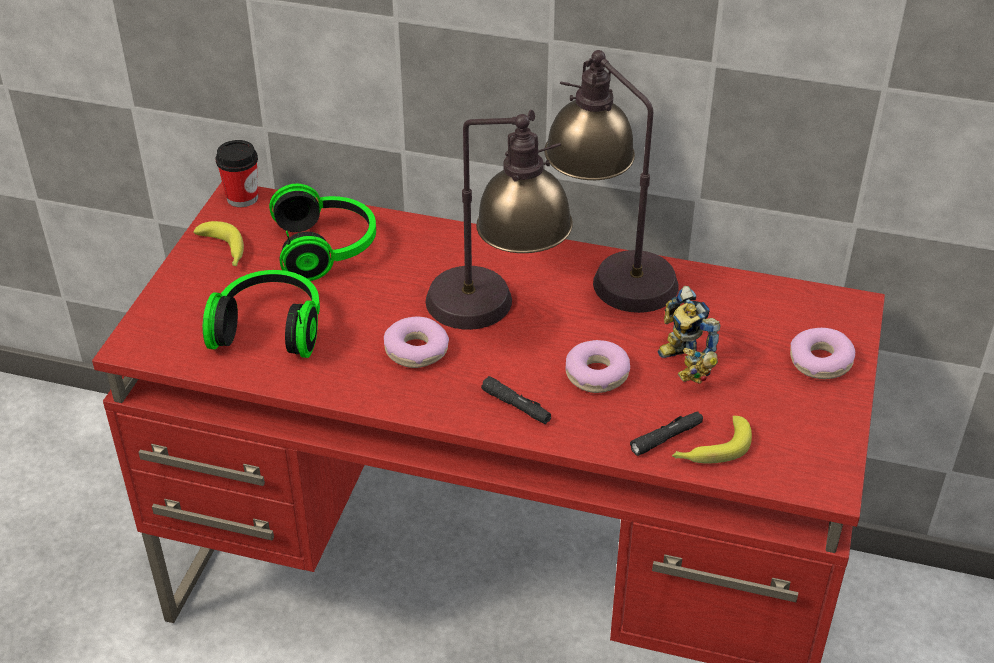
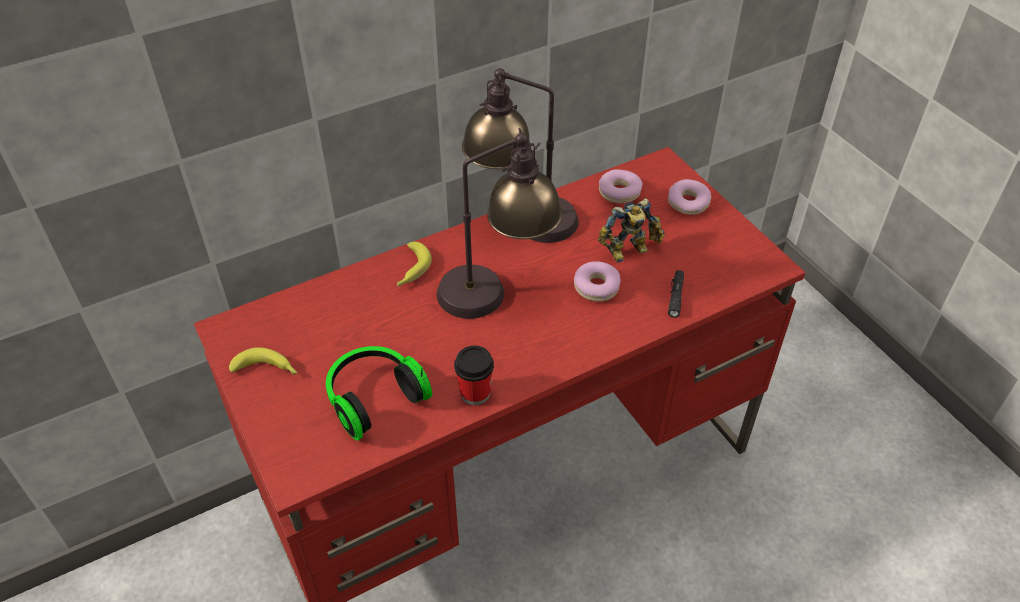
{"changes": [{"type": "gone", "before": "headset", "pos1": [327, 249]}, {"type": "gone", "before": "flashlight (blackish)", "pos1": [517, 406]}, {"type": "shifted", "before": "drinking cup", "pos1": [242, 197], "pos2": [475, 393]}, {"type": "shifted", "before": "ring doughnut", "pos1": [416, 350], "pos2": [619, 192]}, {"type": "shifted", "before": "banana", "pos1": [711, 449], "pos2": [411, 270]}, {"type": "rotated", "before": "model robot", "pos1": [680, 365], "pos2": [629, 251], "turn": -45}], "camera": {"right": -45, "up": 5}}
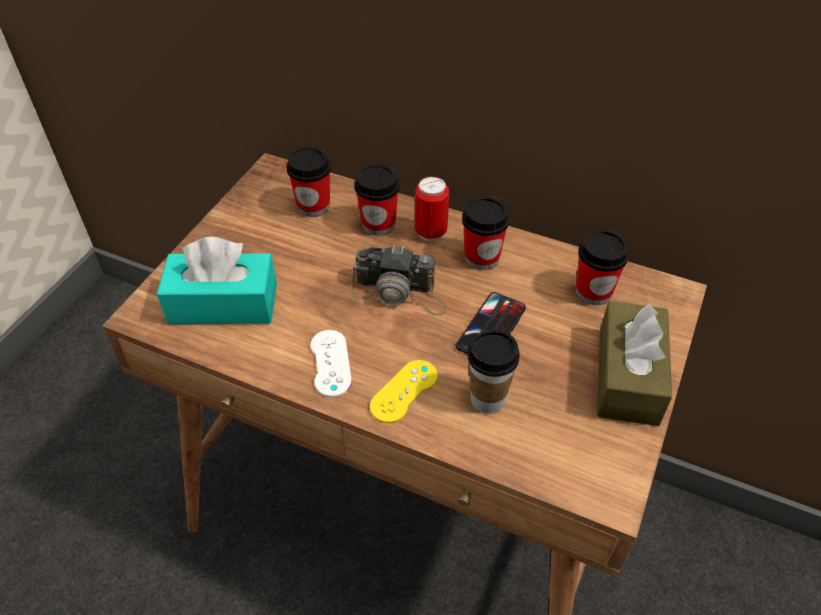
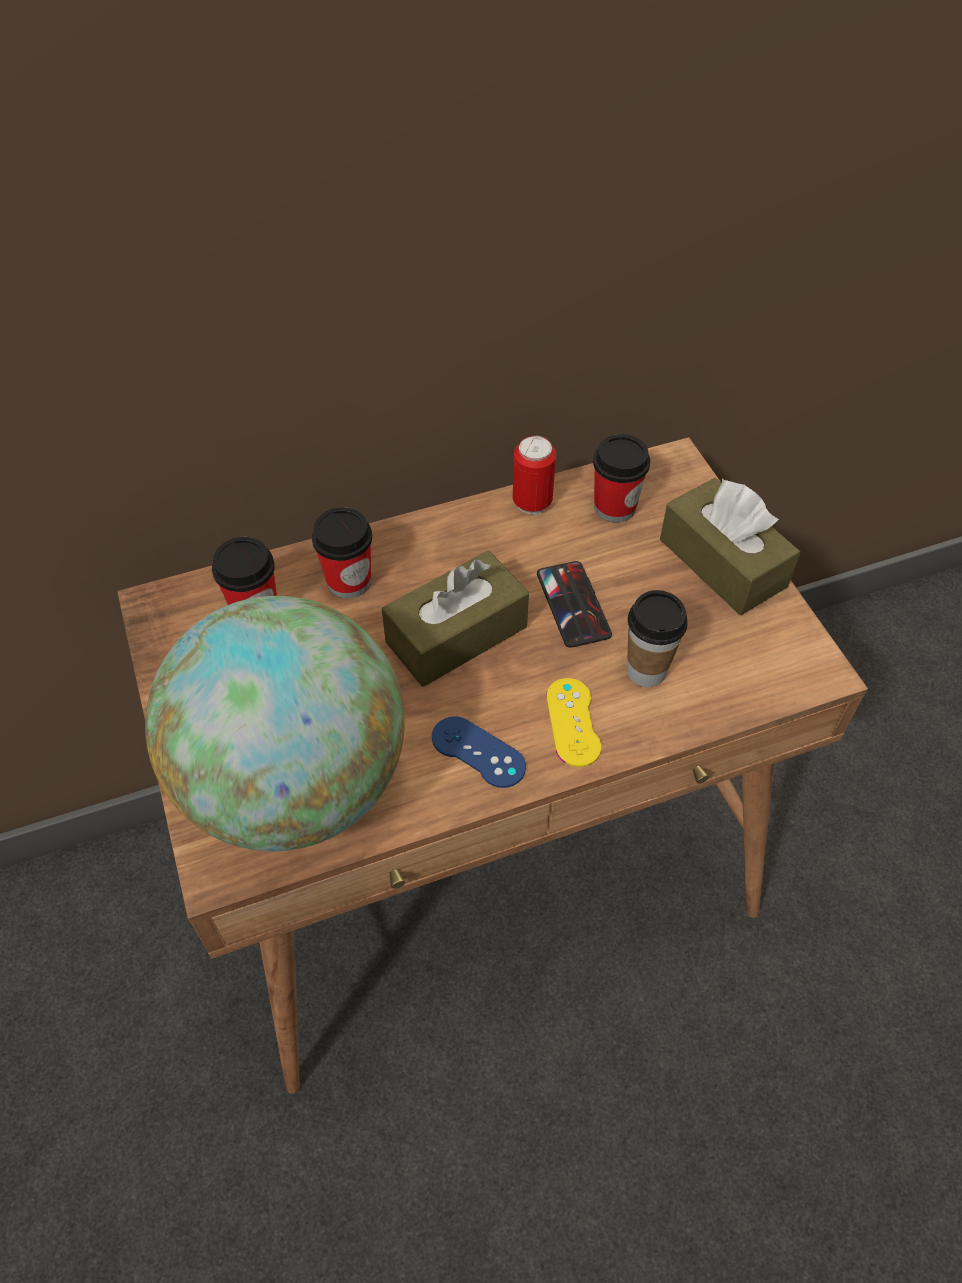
{"changes": [{"type": "gone", "before": "drinking cup", "pos1": [482, 257]}, {"type": "shifted", "before": "can", "pos1": [431, 232], "pos2": [532, 503]}, {"type": "swapped", "before": "tissue holder (turquoise)", "after": "globe", "pos1": [223, 303], "pos2": [295, 784]}, {"type": "swapped", "before": "photo camera", "after": "tissue holder (brownish)", "pos1": [400, 293], "pos2": [456, 634]}, {"type": "repainted", "before": "joypad (whitish)", "after": "joypad (blue-coloured)", "pos1": [330, 363], "pos2": [478, 752]}], "camera": {"right": -45, "up": 5}}
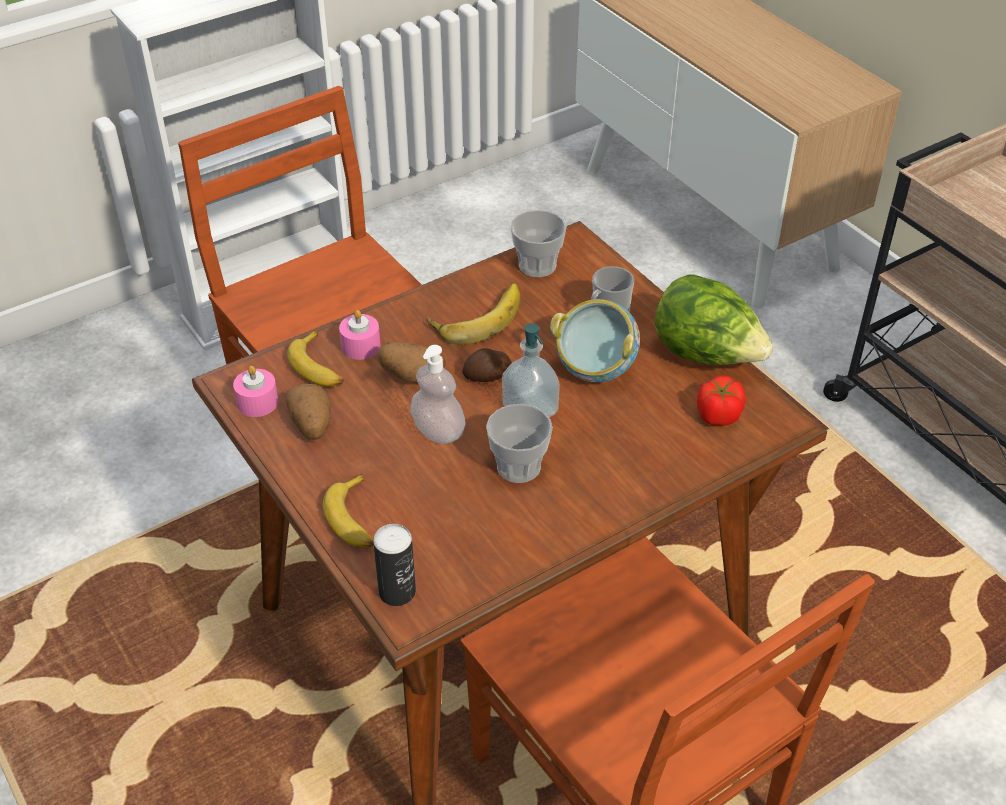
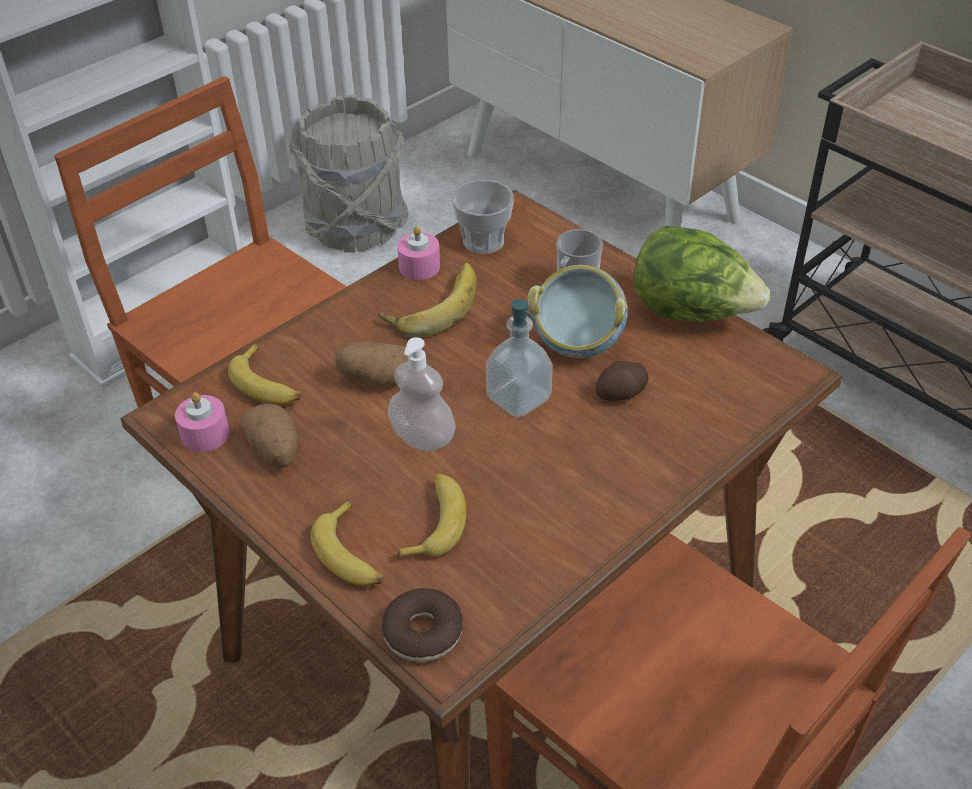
{"changes": [{"type": "gone", "before": "drinking cup", "pos1": [518, 467]}, {"type": "gone", "before": "whole tomato", "pos1": [718, 415]}, {"type": "new", "after": "pail (gray)", "pos2": [355, 227]}, {"type": "new", "after": "banana", "pos2": [434, 522]}, {"type": "shifted", "before": "candle (pink)", "pos1": [361, 346], "pos2": [419, 266]}, {"type": "shifted", "before": "spud", "pos1": [488, 377], "pos2": [622, 393]}, {"type": "swapped", "before": "can", "after": "ring doughnut", "pos1": [397, 592], "pos2": [423, 632]}], "camera": {"right": -10, "up": 0}}
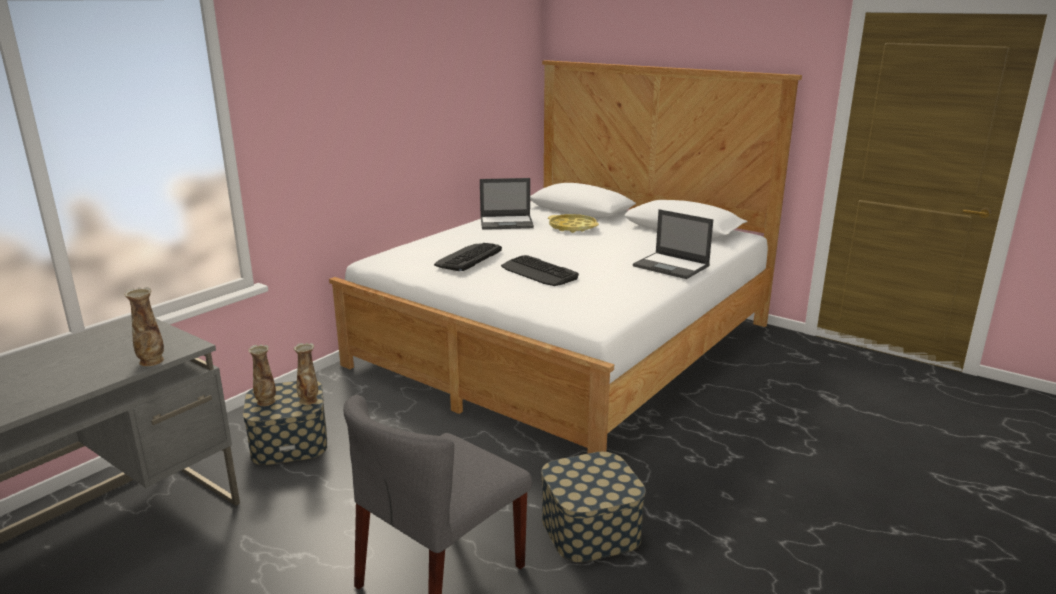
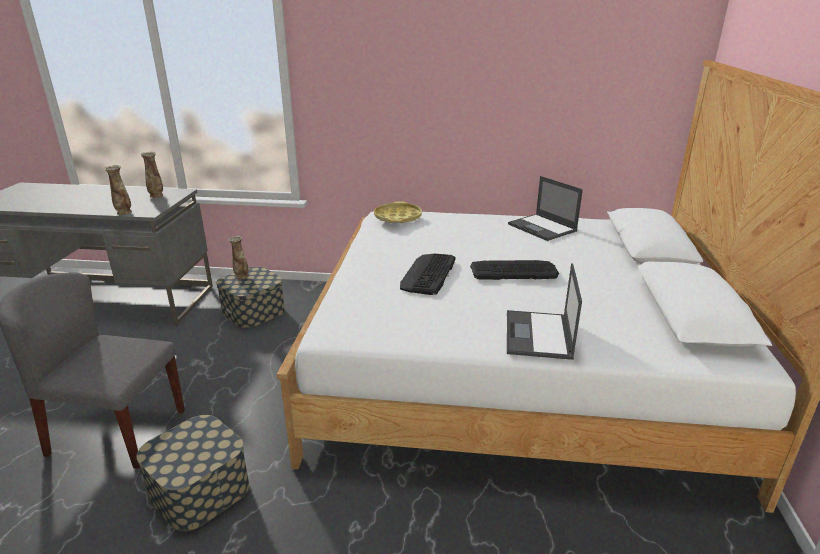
{"changes": [{"type": "shifted", "before": "flower vase", "pos1": [309, 400], "pos2": [156, 196]}, {"type": "shifted", "before": "keyboard", "pos1": [468, 257], "pos2": [513, 270]}, {"type": "shifted", "before": "tray (yellow-coloured)", "pos1": [572, 227], "pos2": [397, 217]}], "camera": {"right": 60, "up": 5}}
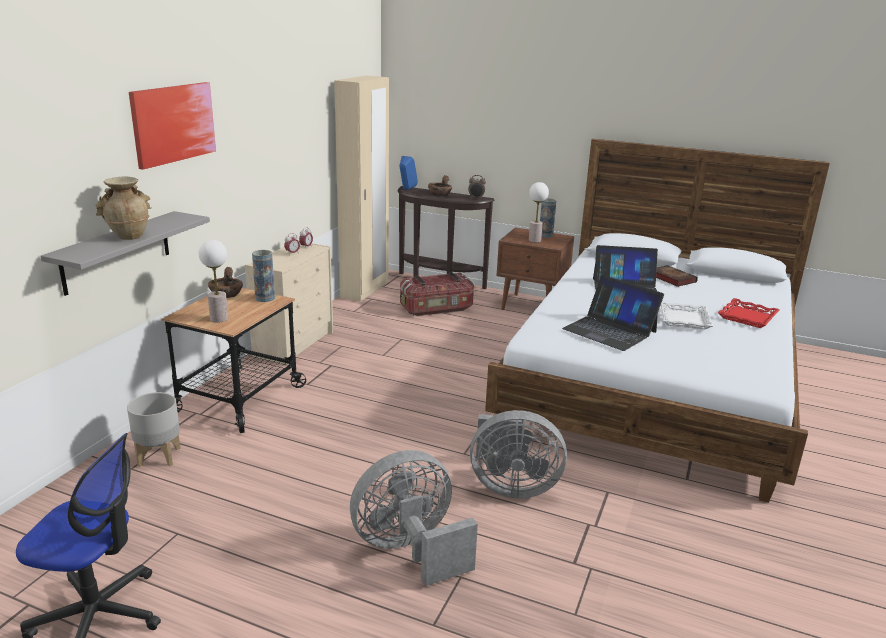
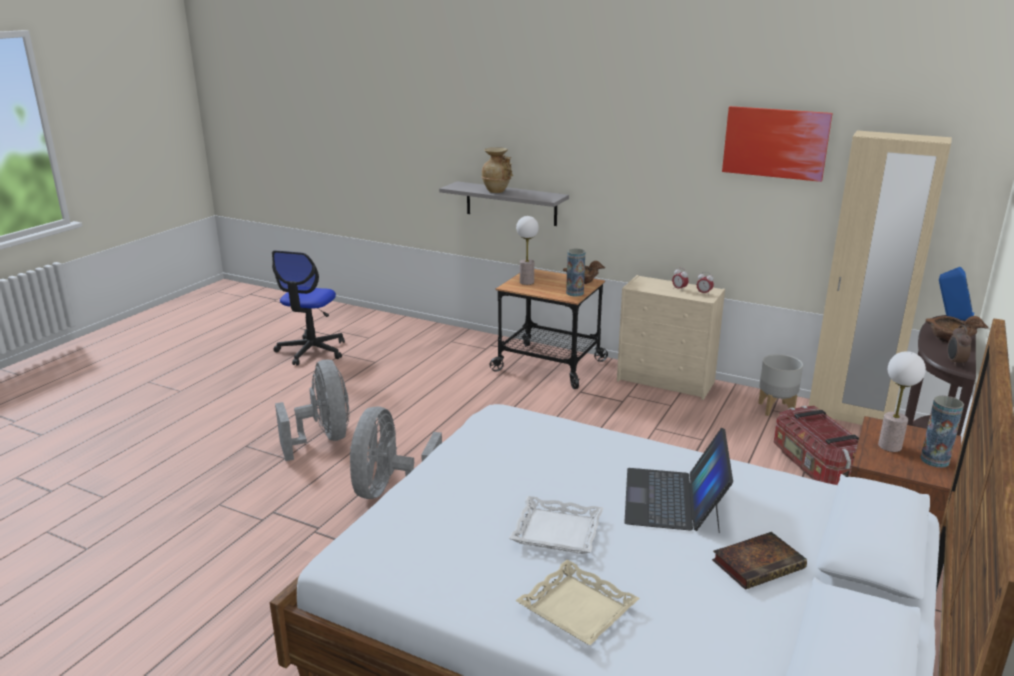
{"changes": [{"type": "gone", "before": "portable computer", "pos1": [610, 330]}, {"type": "shifted", "before": "flower pot (gray)", "pos1": [159, 456], "pos2": [776, 409]}, {"type": "shifted", "before": "wall picture", "pos1": [173, 123], "pos2": [775, 143]}, {"type": "repainted", "before": "tray (reddish)", "after": "tray (beige)", "pos1": [747, 317], "pos2": [578, 608]}], "camera": {"right": 95, "up": 0}}
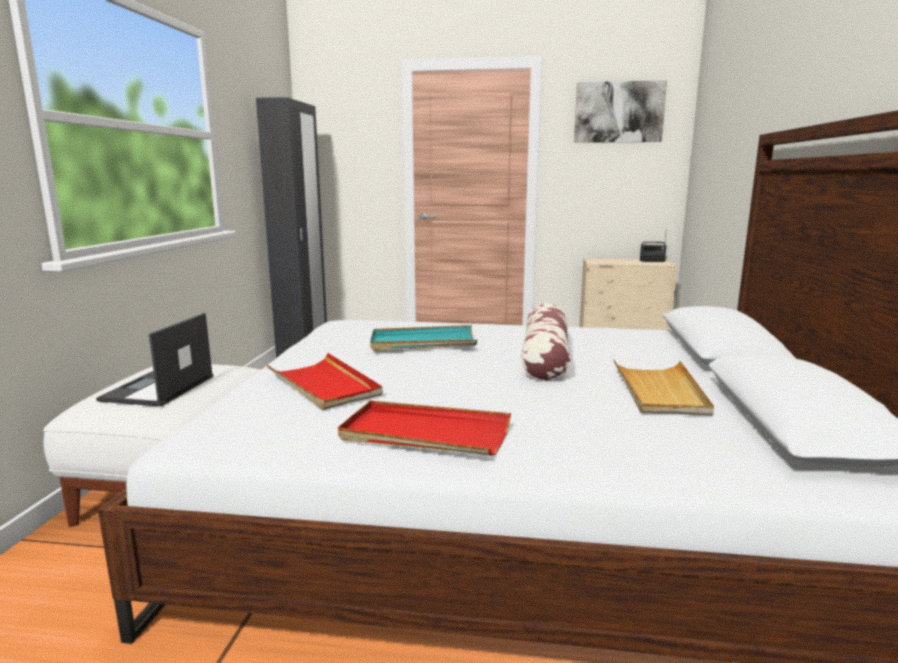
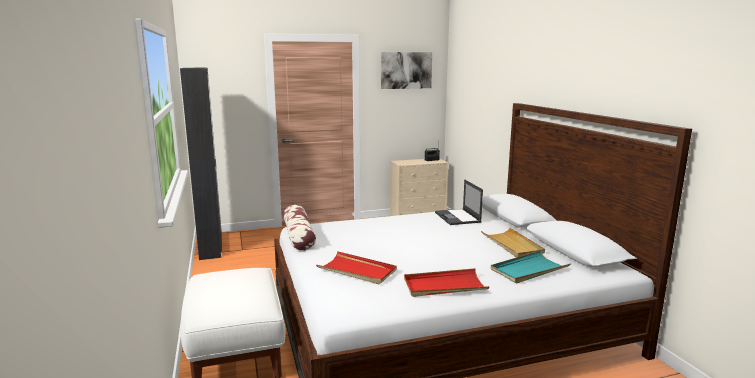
{"changes": [{"type": "shifted", "before": "portable computer", "pos1": [158, 389], "pos2": [458, 217]}, {"type": "shifted", "before": "tray (turquoise)", "pos1": [423, 342], "pos2": [529, 269]}, {"type": "shifted", "before": "pillow", "pos1": [545, 357], "pos2": [299, 236]}], "camera": {"right": -25, "up": 0}}
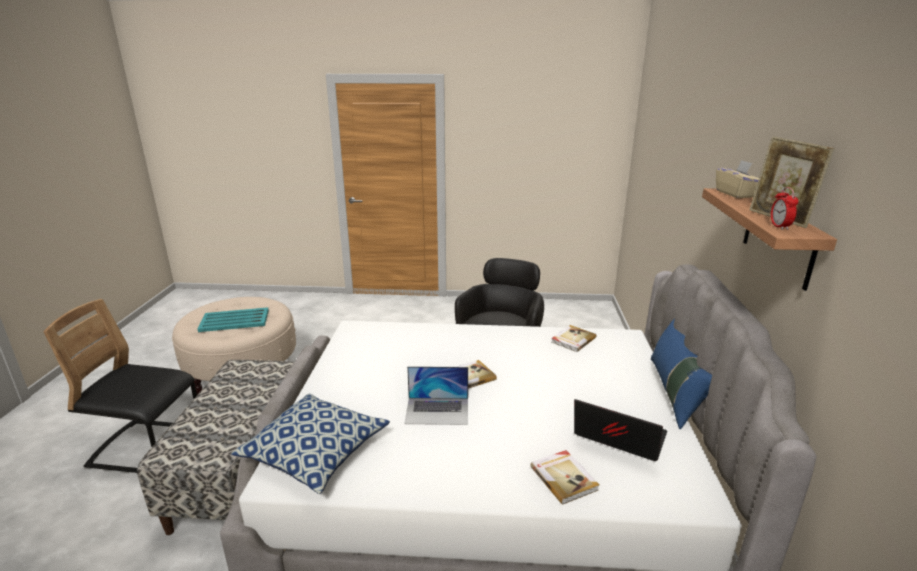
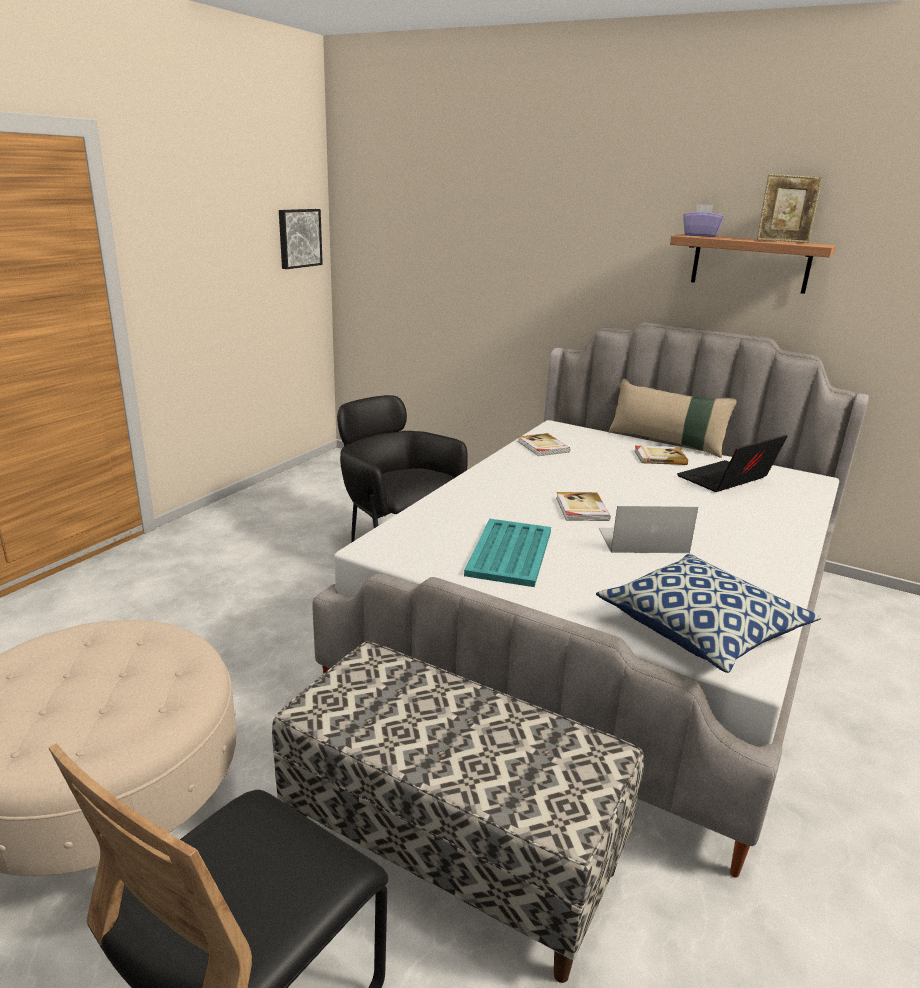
{"changes": [{"type": "gone", "before": "alarm clock", "pos1": [779, 227]}, {"type": "new", "after": "wall picture", "pos2": [298, 238]}, {"type": "shifted", "before": "tray (turquoise)", "pos1": [234, 320], "pos2": [509, 553]}, {"type": "shifted", "before": "volume", "pos1": [564, 478], "pos2": [659, 457]}, {"type": "repainted", "before": "pillow (blue-coloured)", "after": "pillow (beige)", "pos1": [674, 392], "pos2": [666, 442]}, {"type": "repainted", "before": "tissue holder (beige)", "after": "tissue holder (purplish)", "pos1": [735, 194], "pos2": [699, 235]}, {"type": "rotated", "before": "portable computer", "pos1": [437, 411], "pos2": [642, 540], "turn": -120}], "camera": {"right": -65, "up": 0}}
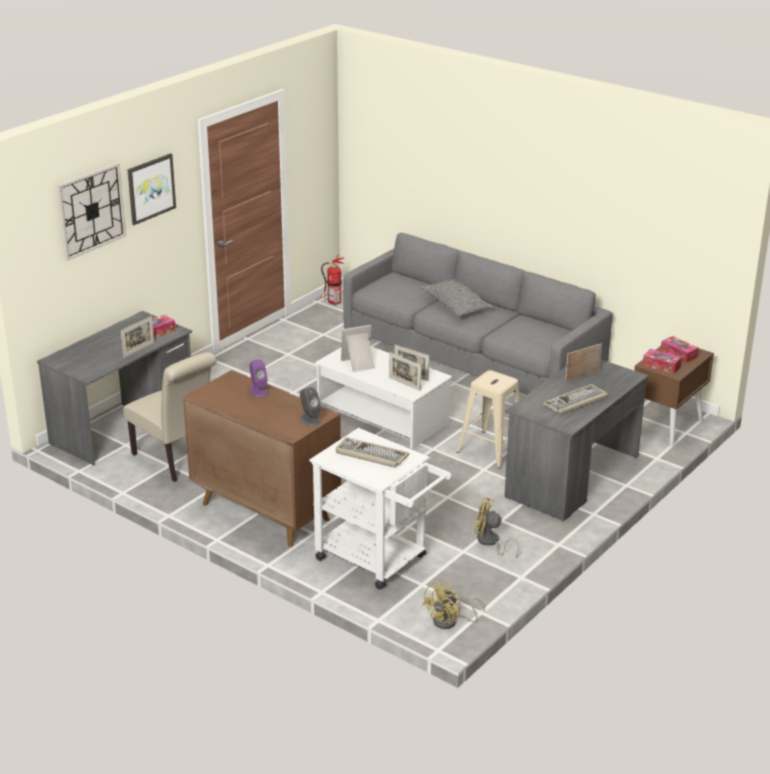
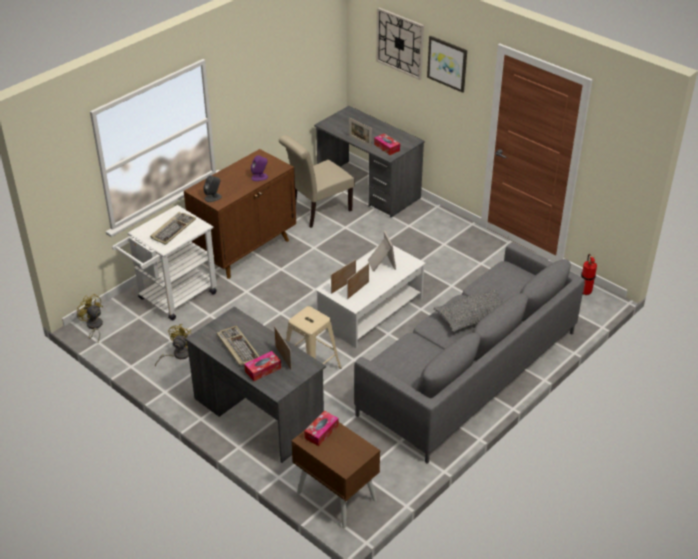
{"changes": [{"type": "shifted", "before": "tissue holder", "pos1": [678, 354], "pos2": [263, 370]}], "camera": {"right": 95, "up": 10}}
